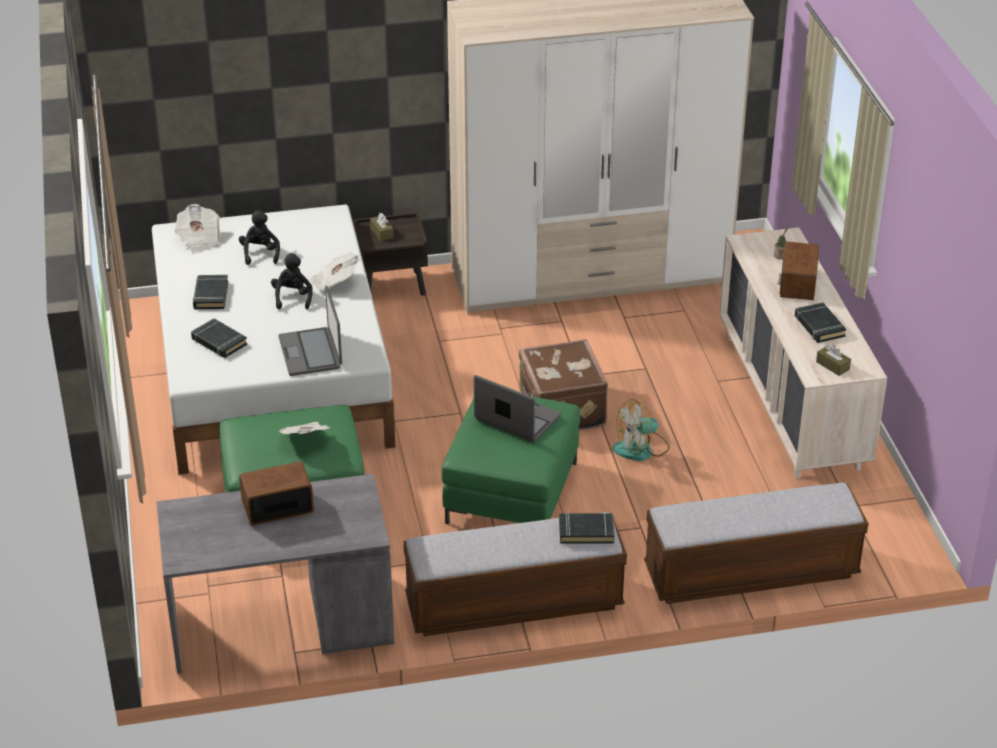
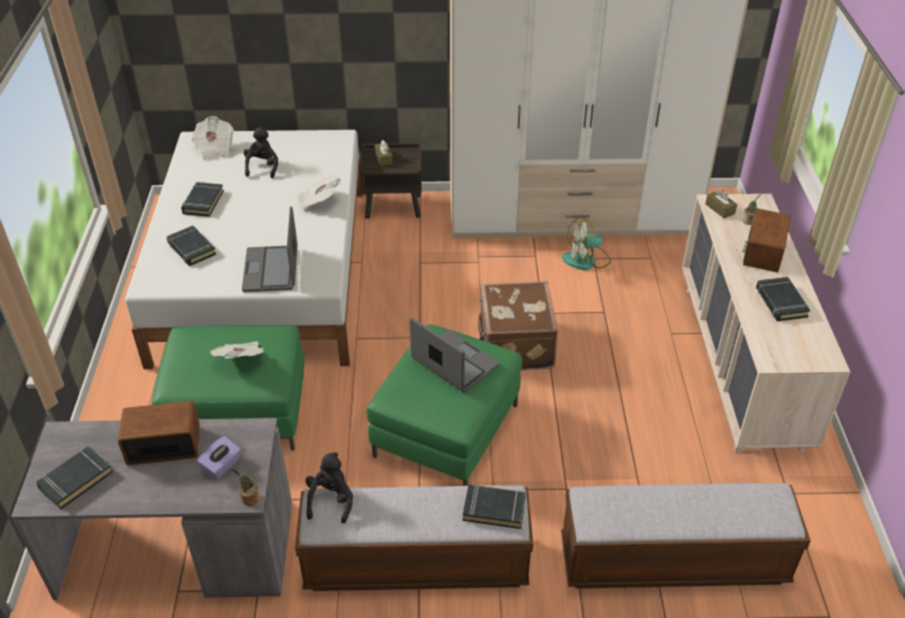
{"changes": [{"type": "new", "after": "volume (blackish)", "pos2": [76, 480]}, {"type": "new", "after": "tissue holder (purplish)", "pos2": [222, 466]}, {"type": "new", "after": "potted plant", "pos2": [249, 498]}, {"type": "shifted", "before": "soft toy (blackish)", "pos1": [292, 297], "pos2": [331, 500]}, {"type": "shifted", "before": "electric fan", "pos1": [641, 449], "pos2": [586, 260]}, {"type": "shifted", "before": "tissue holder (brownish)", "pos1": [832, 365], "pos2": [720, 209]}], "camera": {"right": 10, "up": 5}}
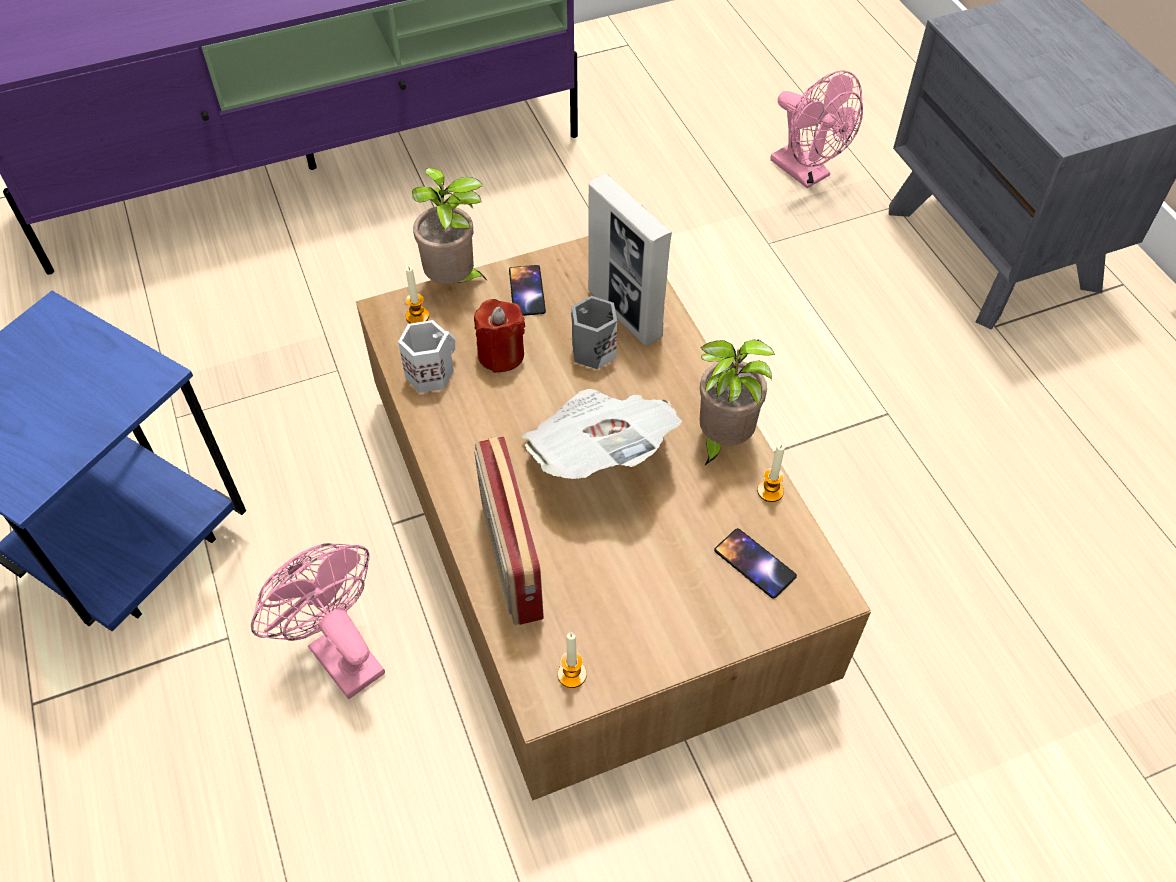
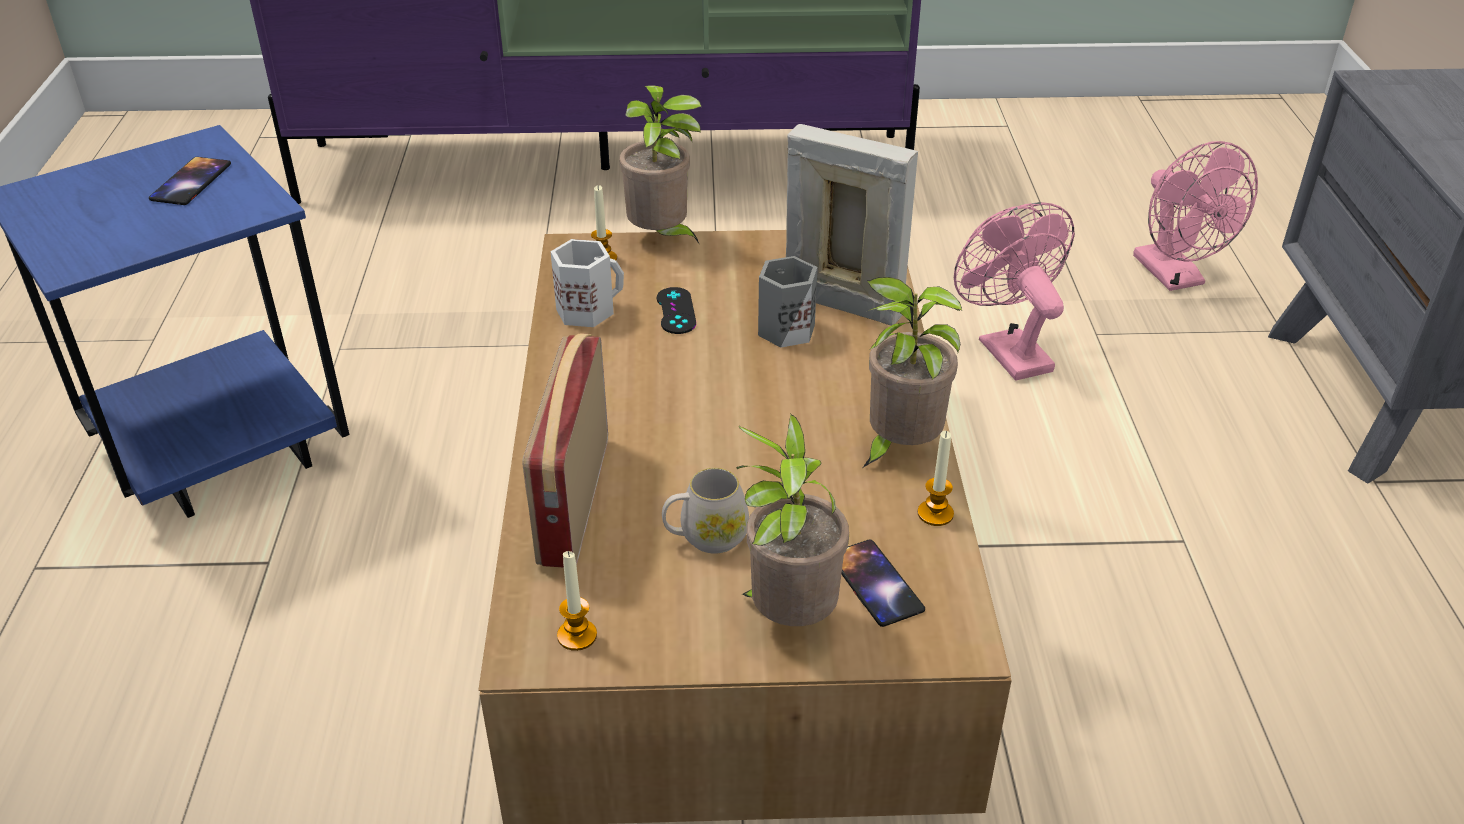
{"changes": [{"type": "gone", "before": "daily paper", "pos1": [598, 453]}, {"type": "new", "after": "coffee mug (whitish)", "pos2": [705, 537]}, {"type": "new", "after": "potted plant", "pos2": [788, 617]}, {"type": "shifted", "before": "electric fan (pink)", "pos1": [338, 652], "pos2": [1007, 350]}, {"type": "shifted", "before": "handset", "pos1": [526, 291], "pos2": [190, 182]}, {"type": "swapped", "before": "candle (reddish)", "after": "joypad (blackish)", "pos1": [501, 354], "pos2": [676, 311]}, {"type": "rotated", "before": "photo frame", "pos1": [625, 314], "pos2": [842, 305], "turn": 135}], "camera": {"right": 20, "up": -15}}
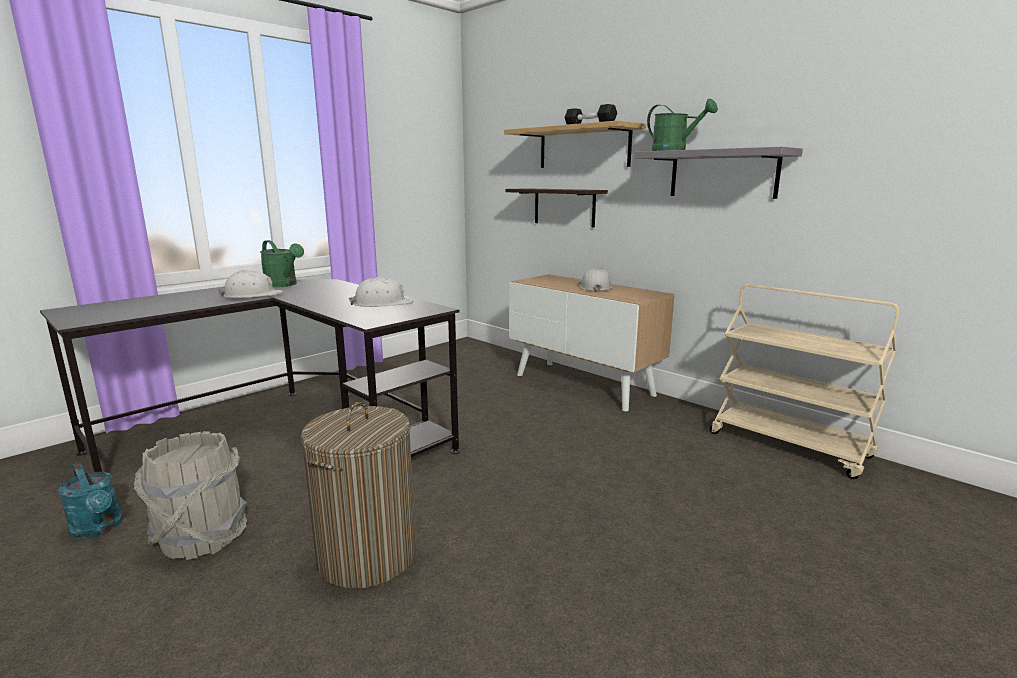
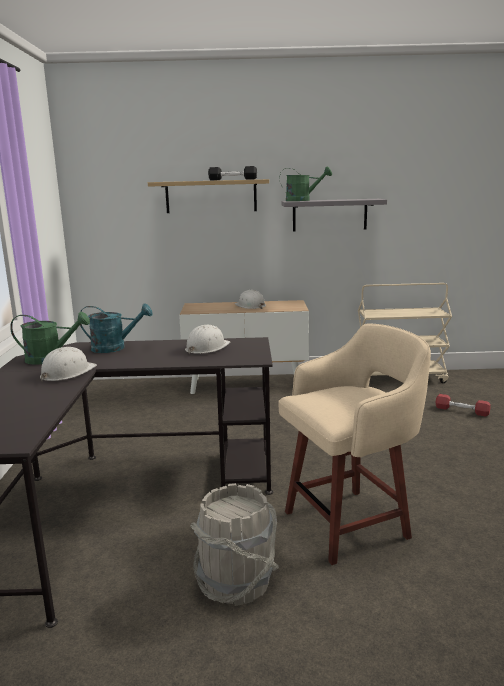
{"changes": [{"type": "gone", "before": "wall shelf", "pos1": [564, 207]}, {"type": "new", "after": "hand weight (reddish)", "pos2": [461, 411]}, {"type": "shifted", "before": "sprinkling can (turquoise)", "pos1": [99, 529], "pos2": [115, 348]}, {"type": "swapped", "before": "laundry basket", "after": "sitting stool (beige)", "pos1": [367, 556], "pos2": [349, 523]}], "camera": {"right": -45, "up": 0}}
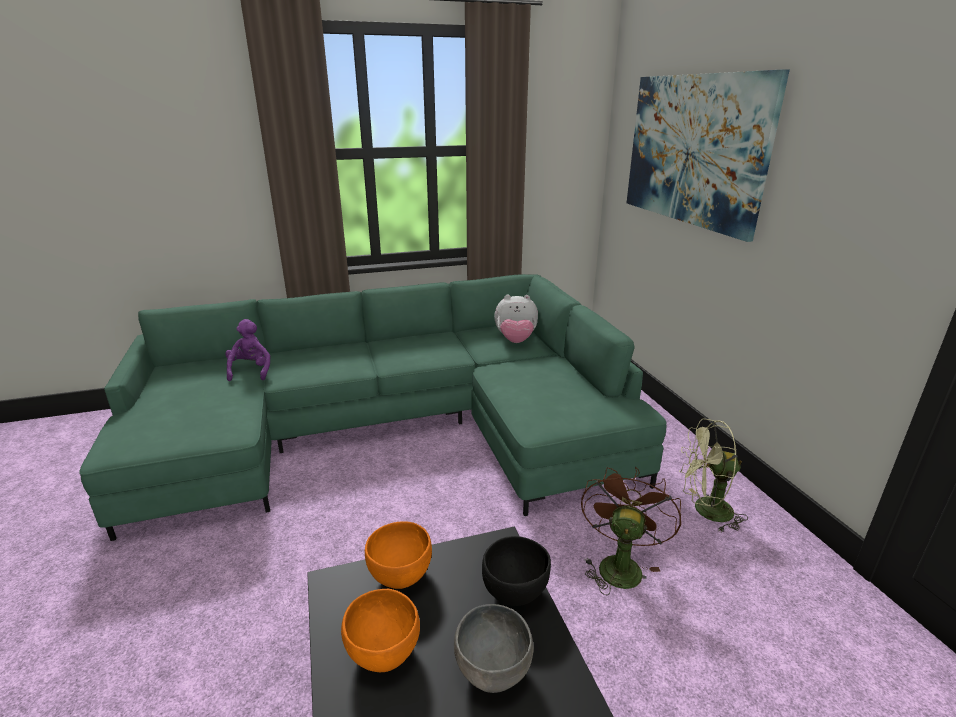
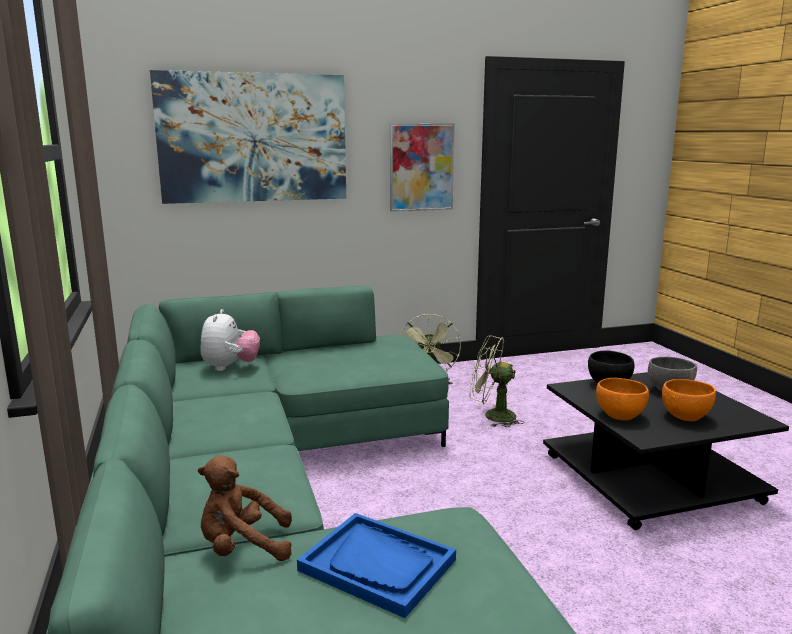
{"changes": [{"type": "new", "after": "tray (blue-coloured)", "pos2": [378, 565]}, {"type": "new", "after": "wall picture", "pos2": [421, 167]}, {"type": "repainted", "before": "soft toy (purplish)", "after": "soft toy (brownish)", "pos1": [251, 371], "pos2": [243, 548]}, {"type": "repainted", "before": "electric fan (brownish)", "after": "electric fan (greenish)", "pos1": [619, 564], "pos2": [492, 416]}], "camera": {"right": -90, "up": -10}}
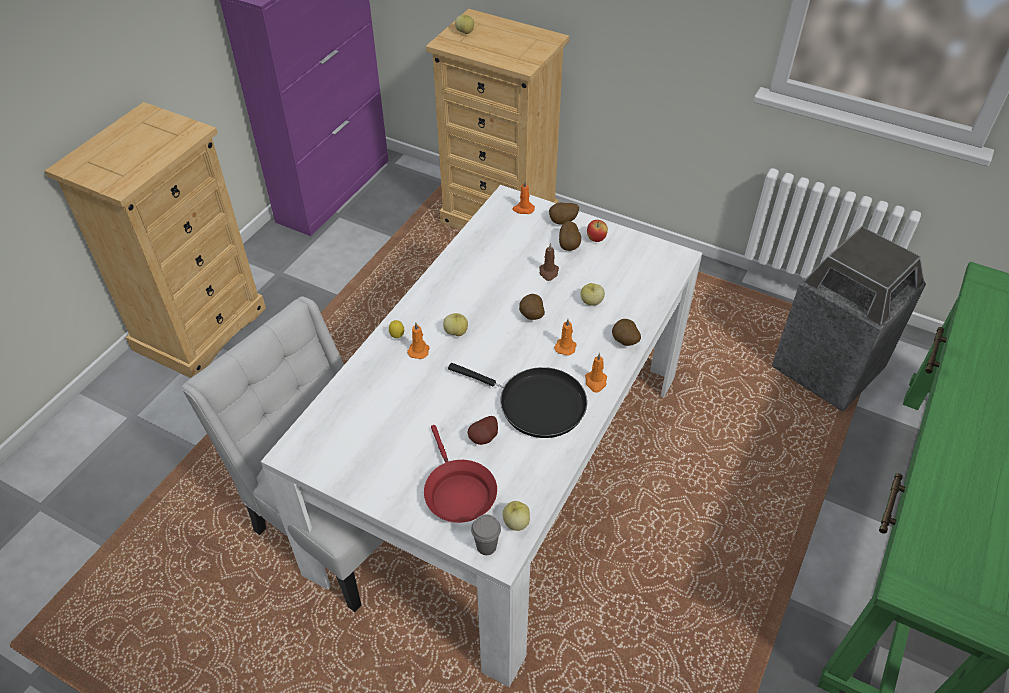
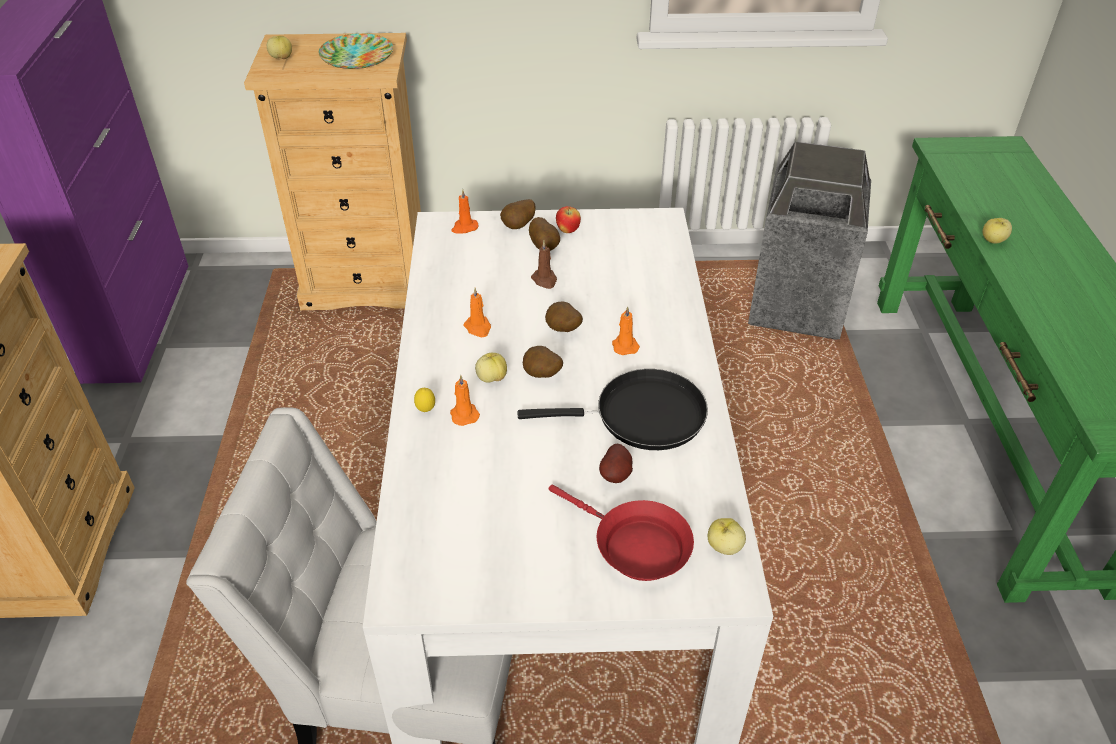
{"changes": [{"type": "gone", "before": "drinking cup (gray)", "pos1": [486, 546]}, {"type": "new", "after": "dinner plate", "pos2": [356, 57]}, {"type": "shifted", "before": "apple fruit", "pos1": [591, 302], "pos2": [993, 241]}, {"type": "shifted", "before": "candle (orange-coloured)", "pos1": [596, 382], "pos2": [478, 328]}, {"type": "shifted", "before": "spud", "pos1": [624, 342], "pos2": [541, 375]}], "camera": {"right": -30, "up": -5}}
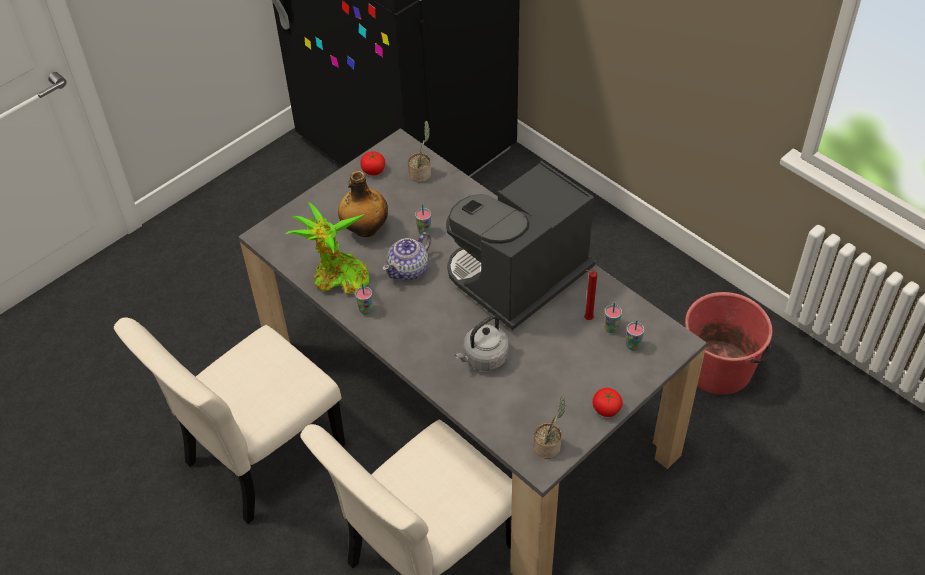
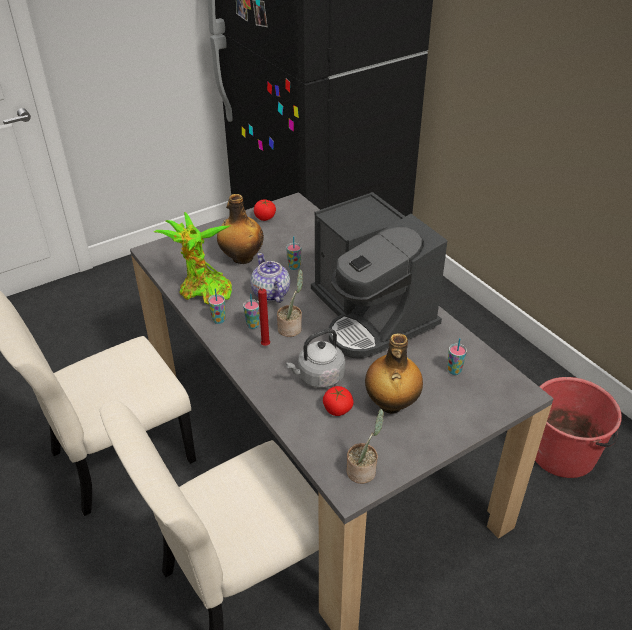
{"changes": [{"type": "new", "after": "bottle", "pos2": [391, 404]}, {"type": "shifted", "before": "potted plant", "pos1": [421, 173], "pos2": [291, 328]}, {"type": "shifted", "before": "candle (reddish)", "pos1": [587, 319], "pos2": [264, 345]}, {"type": "shifted", "before": "whole tomato", "pos1": [606, 409], "pos2": [337, 409]}, {"type": "shifted", "before": "drinking cup", "pos1": [633, 346], "pos2": [253, 325]}, {"type": "rotated", "before": "tea pot", "pos1": [409, 269], "pos2": [270, 293], "turn": 105}, {"type": "rotated", "before": "coffee brewer", "pos1": [518, 279], "pos2": [371, 315], "turn": -90}], "camera": {"right": 10, "up": -10}}
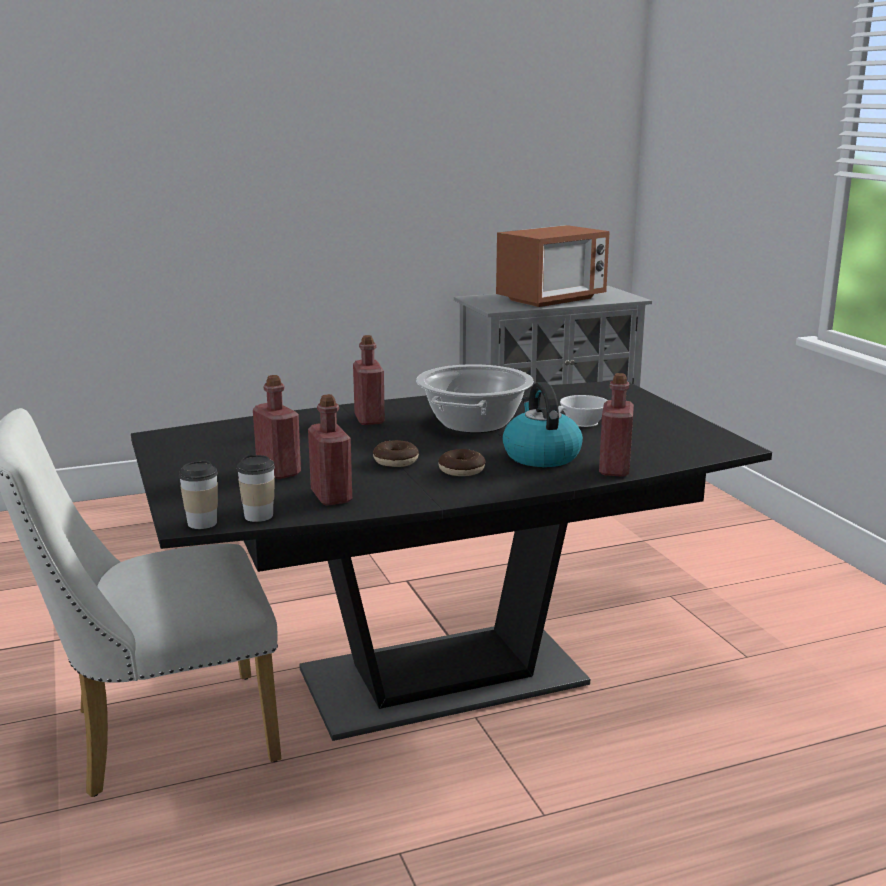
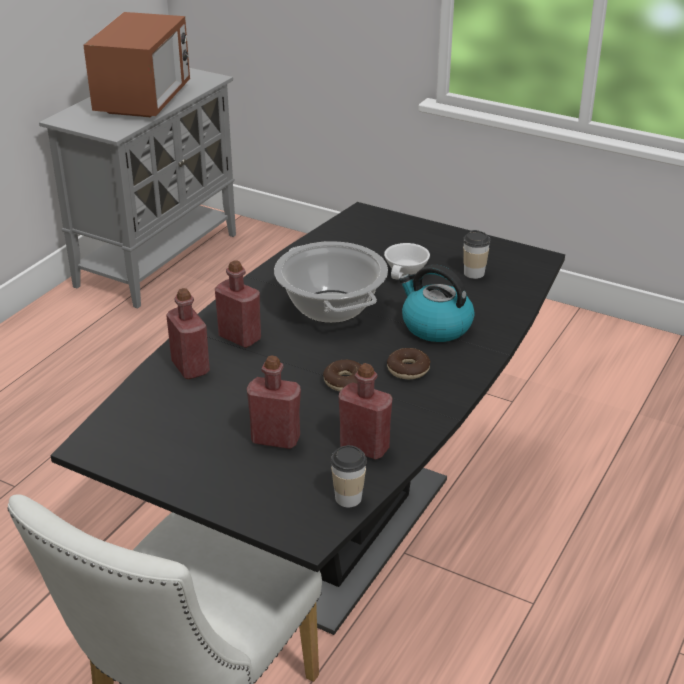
{"changes": [{"type": "shifted", "before": "drinking cup", "pos1": [202, 523], "pos2": [474, 273]}, {"type": "shifted", "before": "bottle (reddish)", "pos1": [614, 469], "pos2": [190, 367]}], "camera": {"right": -40, "up": 15}}
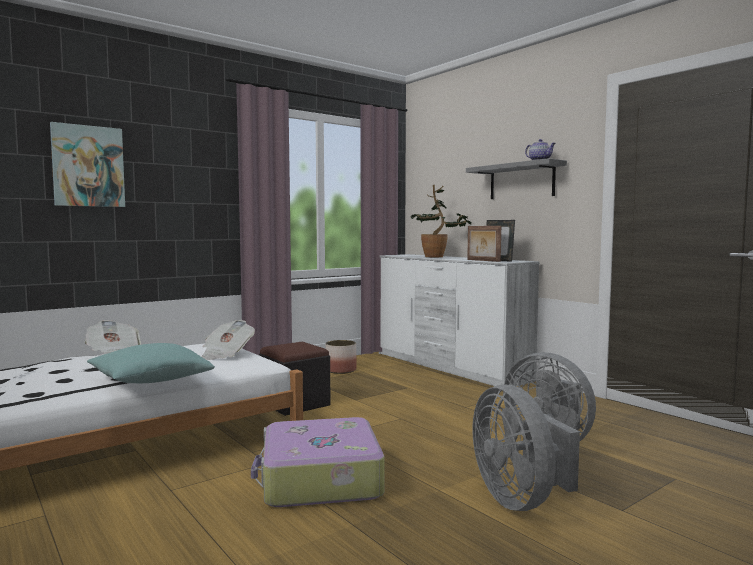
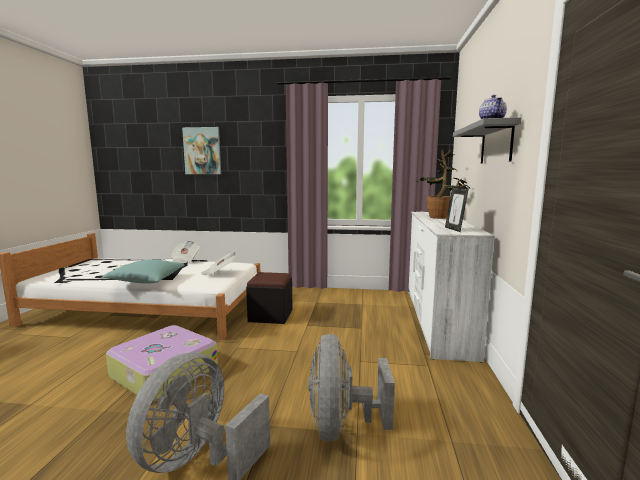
{"changes": [{"type": "gone", "before": "flower pot", "pos1": [341, 370]}, {"type": "gone", "before": "photo frame", "pos1": [482, 260]}], "camera": {"right": 45, "up": 5}}
